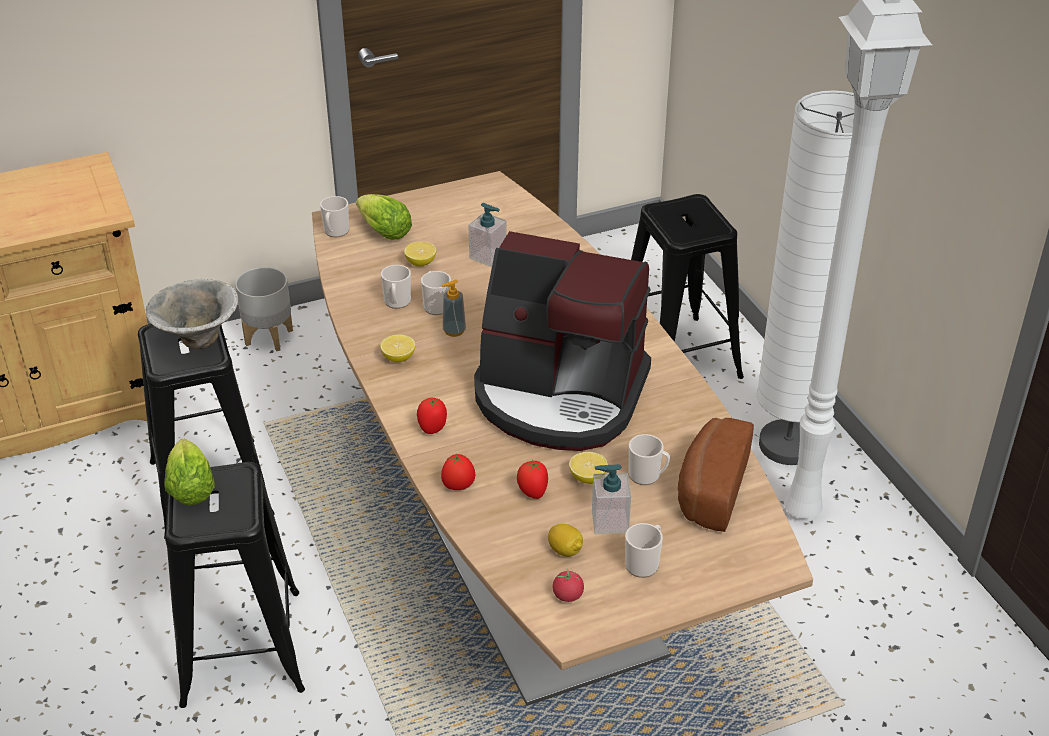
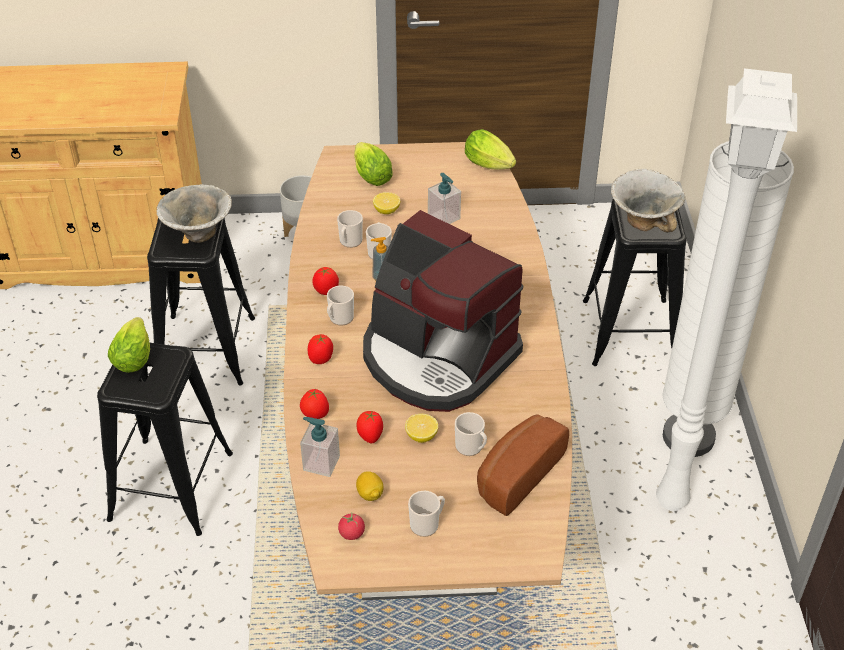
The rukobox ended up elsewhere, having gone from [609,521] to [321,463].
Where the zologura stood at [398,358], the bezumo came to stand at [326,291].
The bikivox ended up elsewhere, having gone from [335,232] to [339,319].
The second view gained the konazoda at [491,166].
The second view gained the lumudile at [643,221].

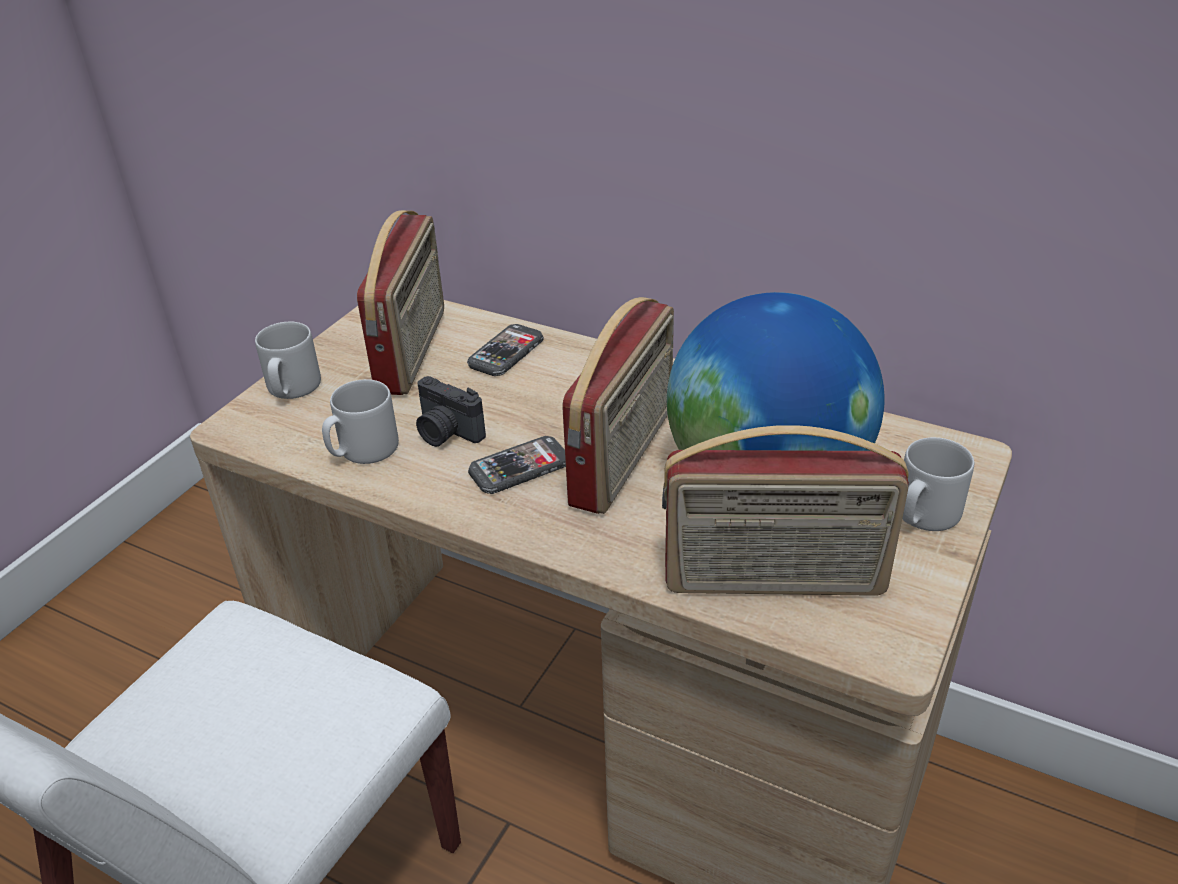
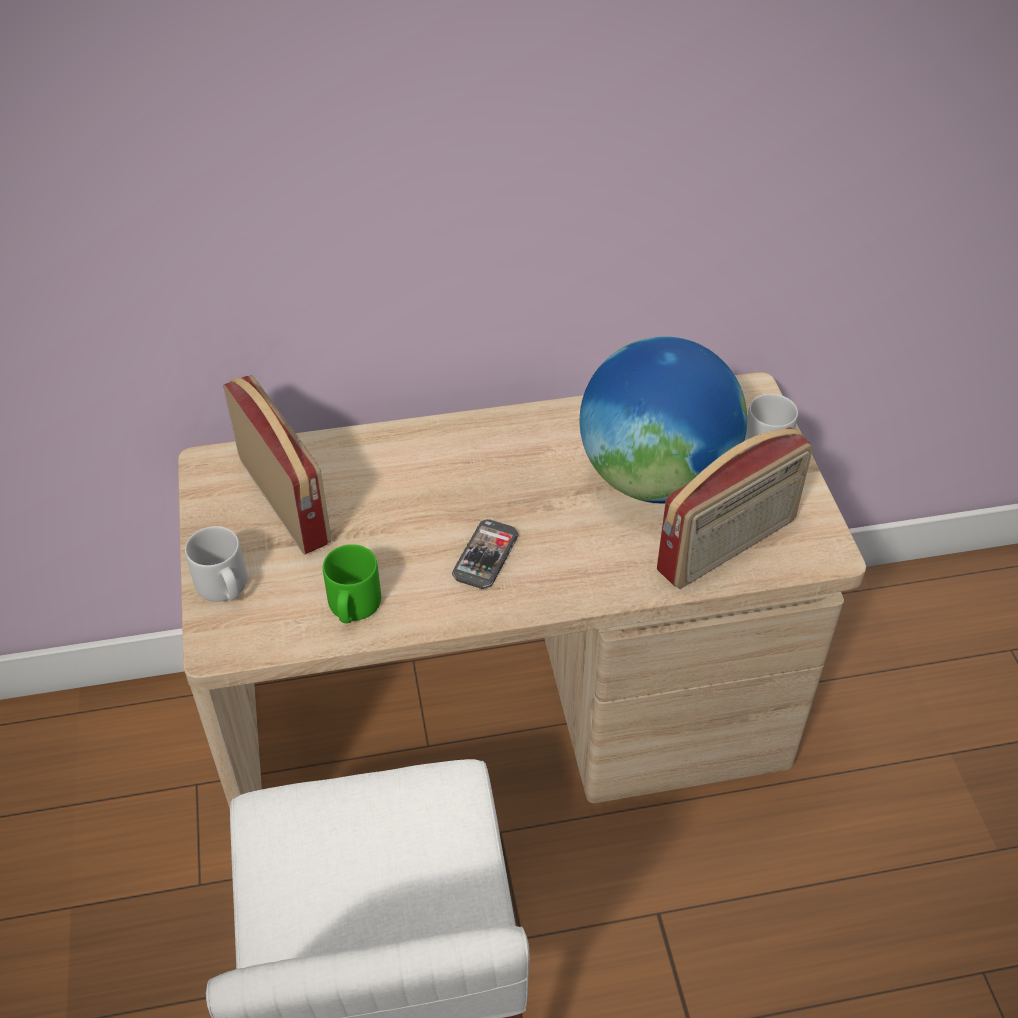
What was the bikivox (grey) at [363,450] turned into the bikivox (green) at [353,607].
The second view lost the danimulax at [446,433].
The second view lost the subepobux at [506,352].
The second view lost the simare at [625,457].

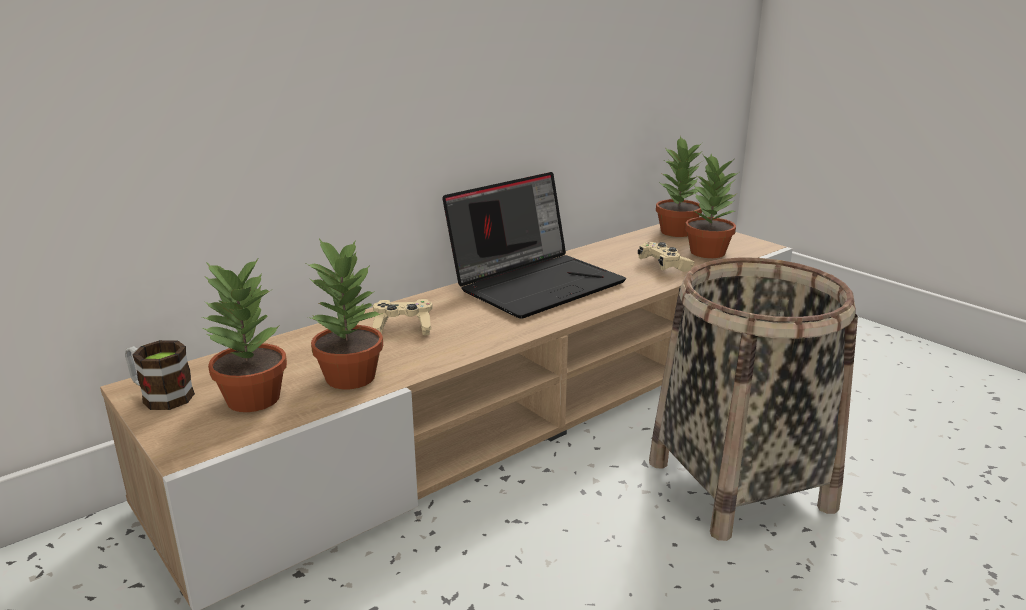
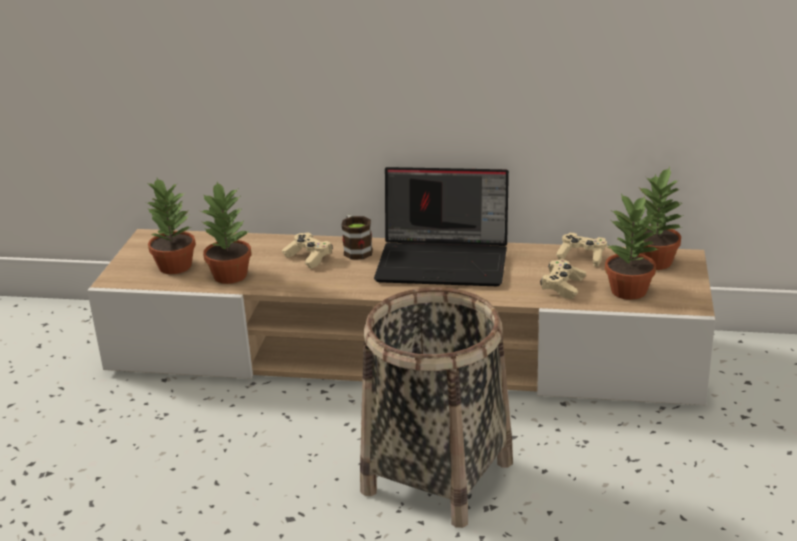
The bikivox ended up elsewhere, having gone from [160,396] to [356,249].
The second view gained the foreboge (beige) at [582,257].

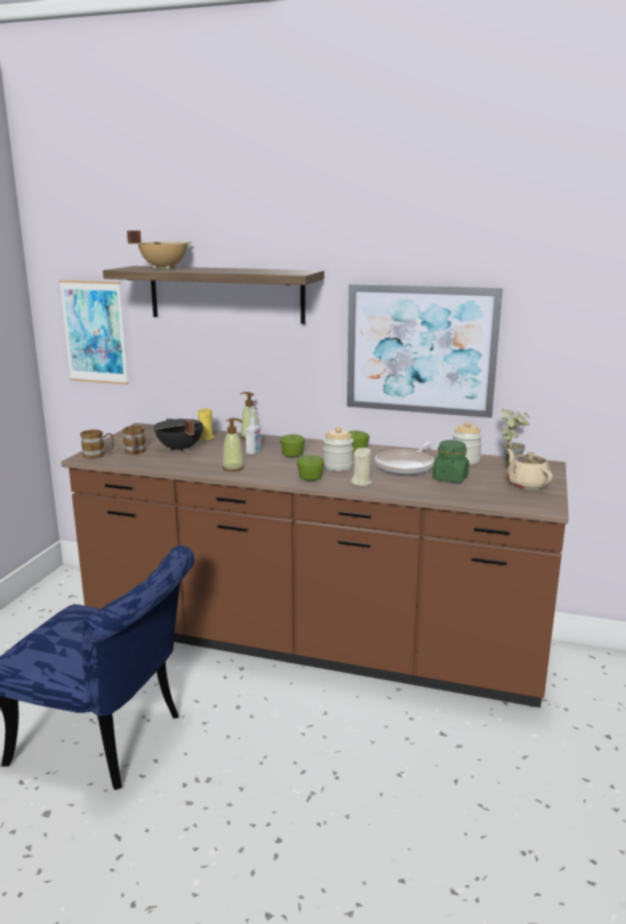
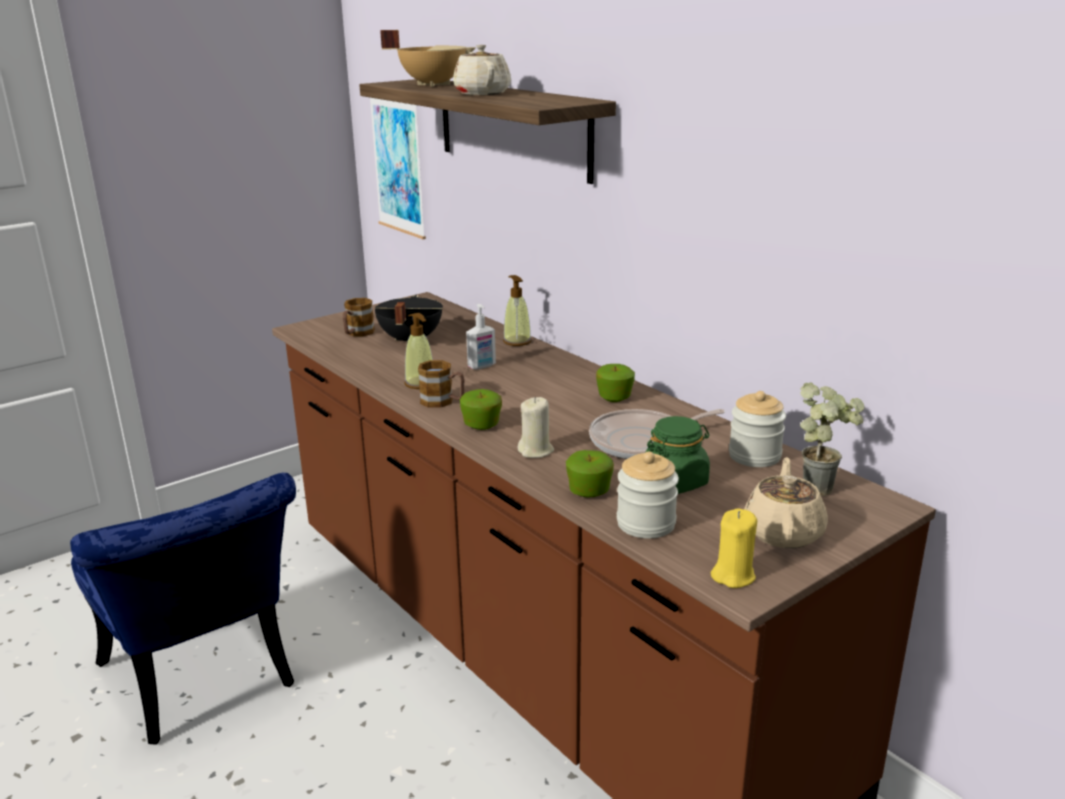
The bikivox ended up elsewhere, having gone from [98,455] to [443,402].
The second view gained the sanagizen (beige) at [482,93].
The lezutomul ended up elsewhere, having gone from [292,455] to [589,492].
The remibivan ended up elsewhere, having gone from [338,466] to [646,524].
The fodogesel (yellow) ended up elsewhere, having gone from [205,438] to [733,575].
The second view lost the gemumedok at [421,350].

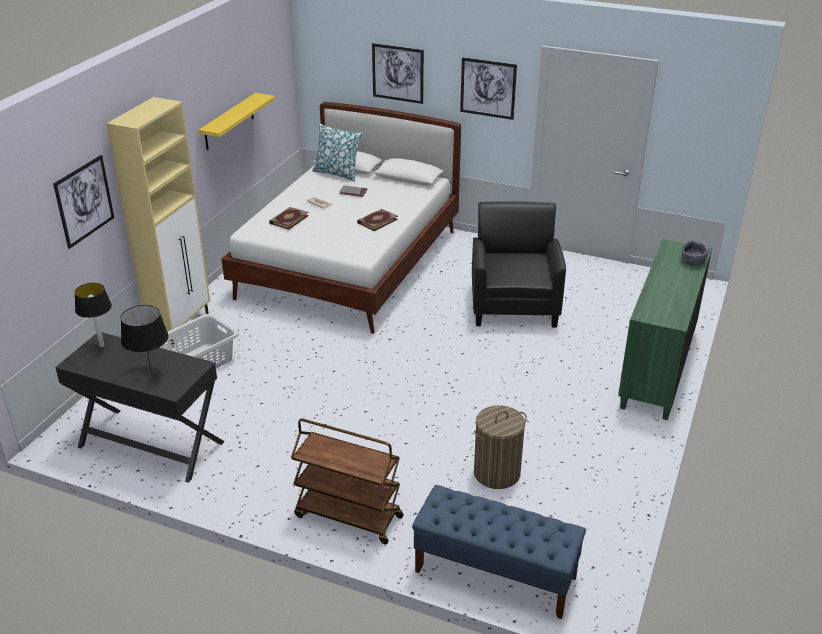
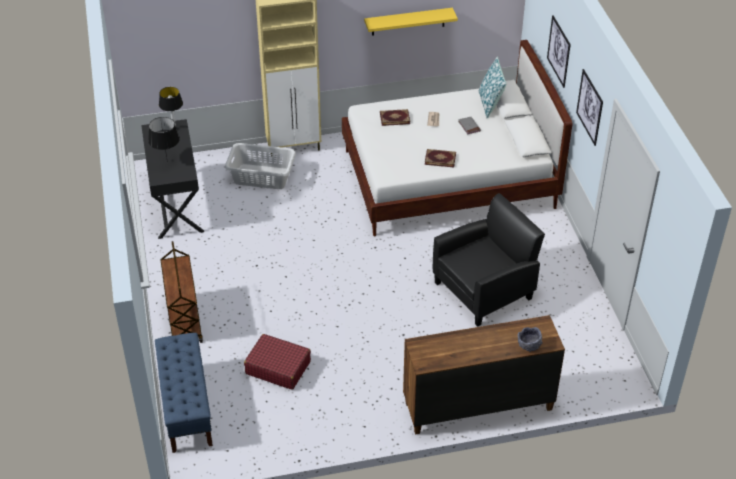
Where the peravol stood at [496,473], the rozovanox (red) came to stand at [278,367].
What was the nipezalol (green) at [657,369] turned into the nipezalol (brown) at [477,405].
The second view lost the gemumedok at [84,201].

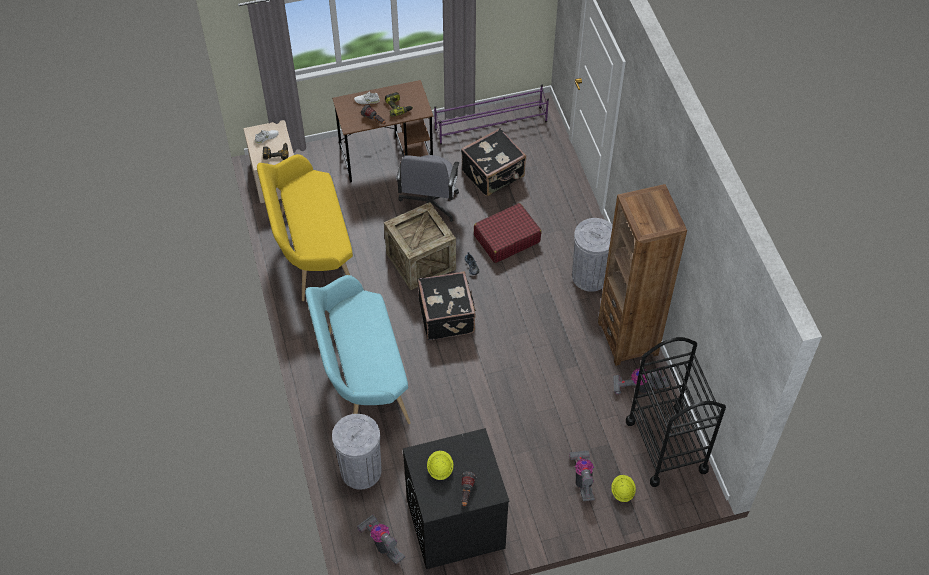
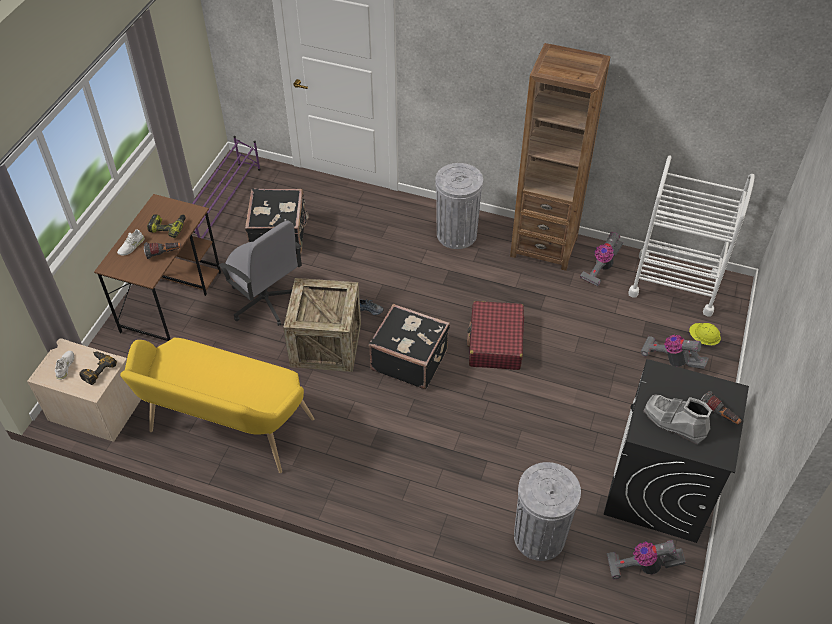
The rozovanox (red) ended up elsewhere, having gone from [506,239] to [495,343].
What was the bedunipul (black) at [666,445] turned into the bedunipul (white) at [674,284].
Where the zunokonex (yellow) stood at [440,469], the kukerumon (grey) came to stand at [674,422].
The second view lost the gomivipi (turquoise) at [361,377].

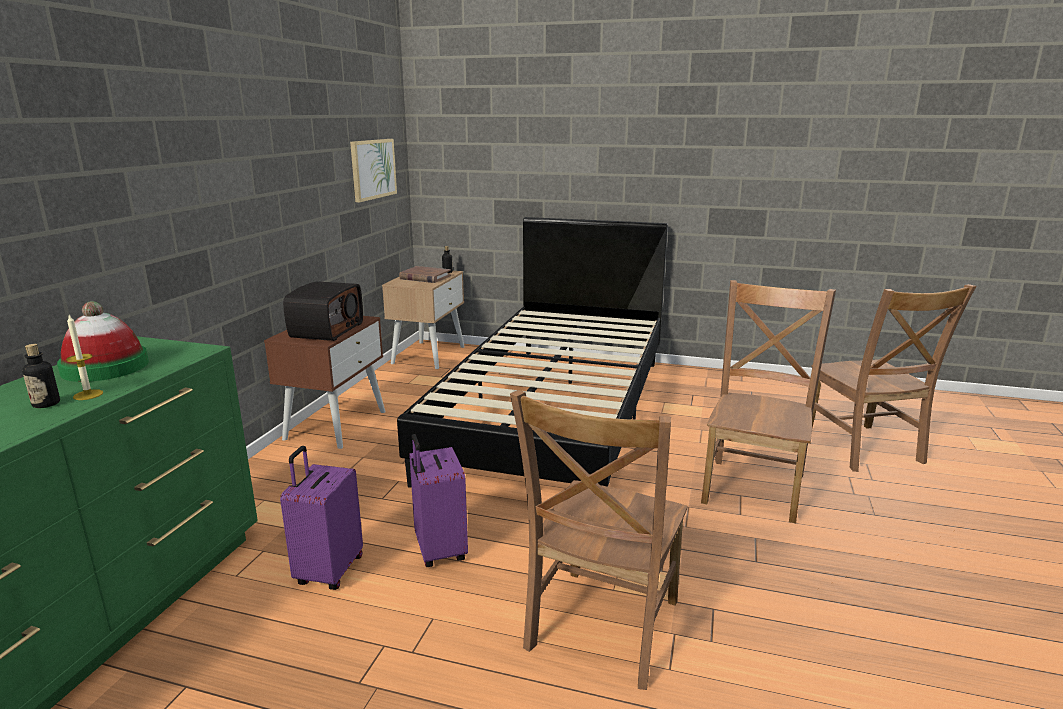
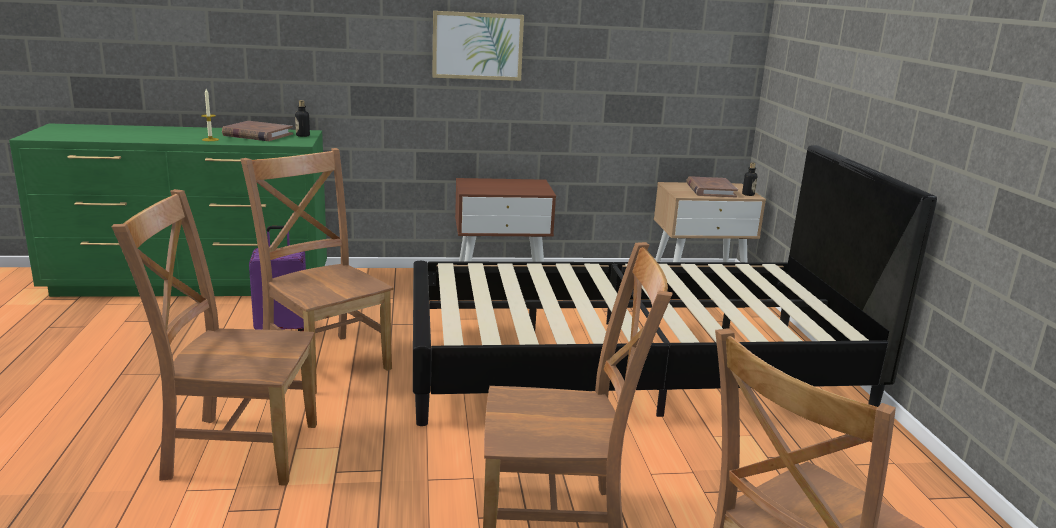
Where the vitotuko stood at [105,367], the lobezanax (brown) came to stand at [257,135].
Where the rozovanox (purple) stood at [438,550], the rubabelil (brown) came to stand at [325,361].
The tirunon ended up elsewhere, having gone from [46,404] to [303,135].
The gemumedok ended up elsewhere, having gone from [373,169] to [477,46].
The second view lost the simare at [326,330].

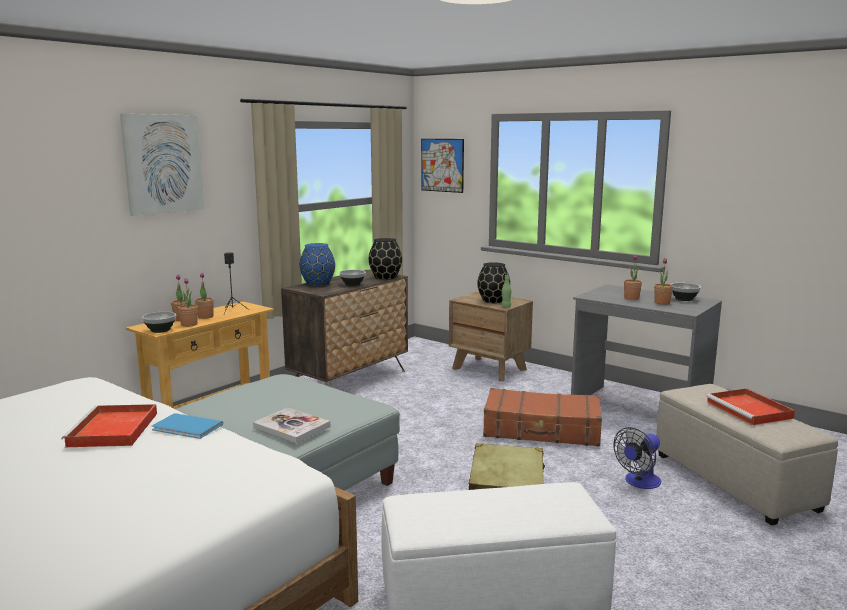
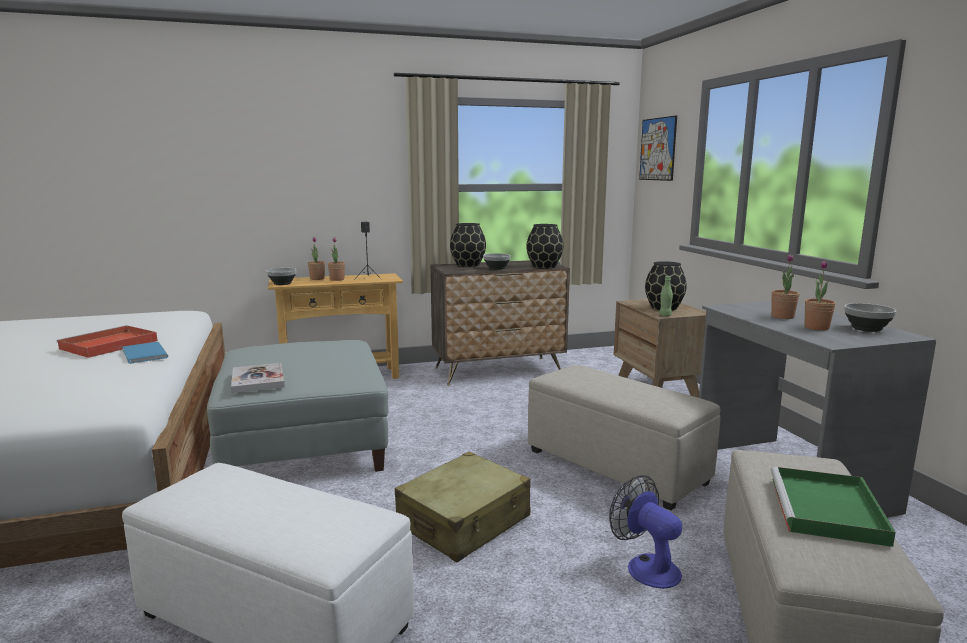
What was the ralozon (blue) at [317,284] turned into the ralozon (black) at [467,265].
Where the rozovanox (brown) stood at [542,430], the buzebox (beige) came to stand at [616,467].
The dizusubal at [639,482] ended up facing another way, 60 degrees clockwise from before.
What was the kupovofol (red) at [750,410] turned into the kupovofol (green) at [828,511].
The second view lost the gemumedok at [163,164].
The second view lost the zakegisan at [189,324].

